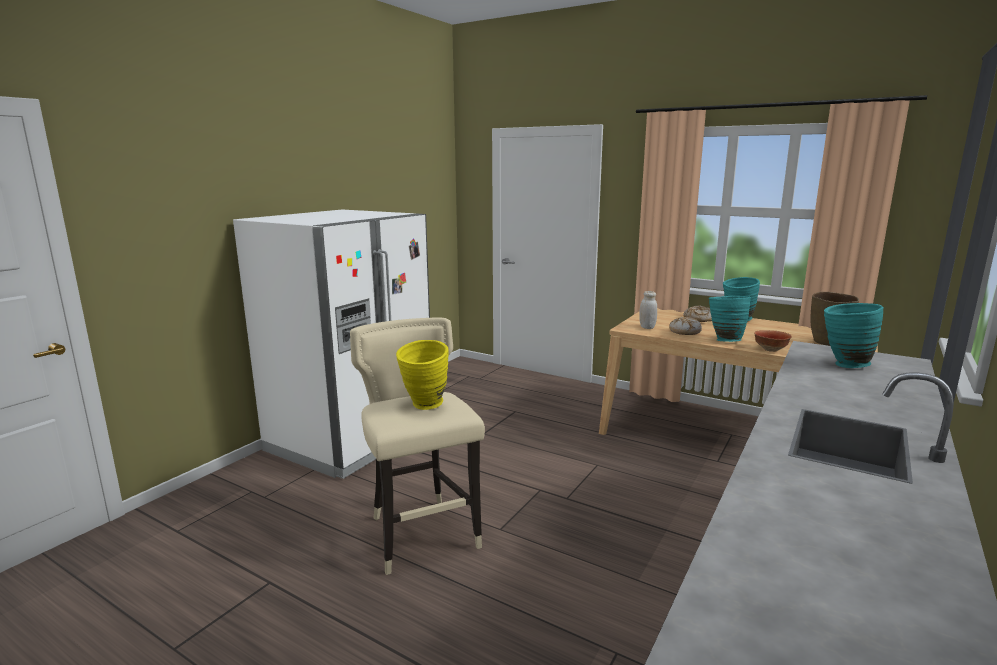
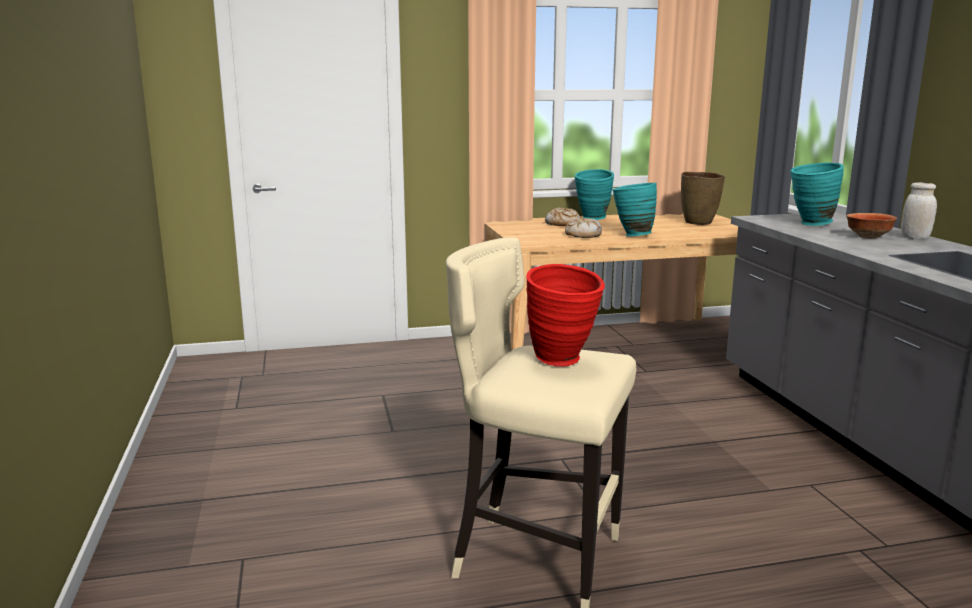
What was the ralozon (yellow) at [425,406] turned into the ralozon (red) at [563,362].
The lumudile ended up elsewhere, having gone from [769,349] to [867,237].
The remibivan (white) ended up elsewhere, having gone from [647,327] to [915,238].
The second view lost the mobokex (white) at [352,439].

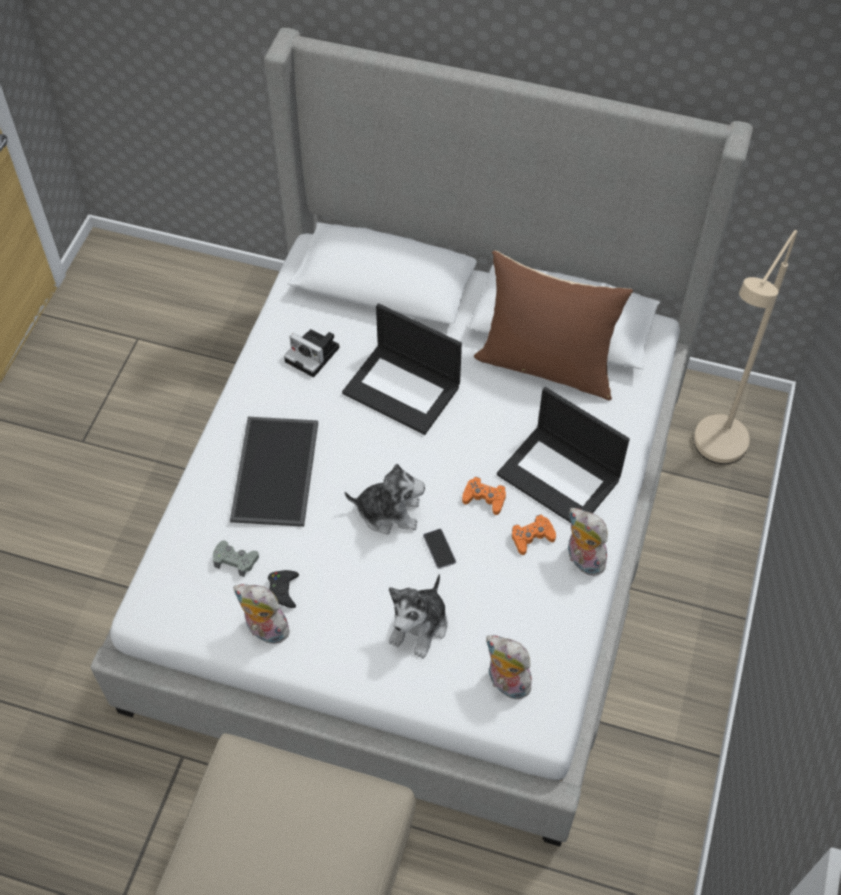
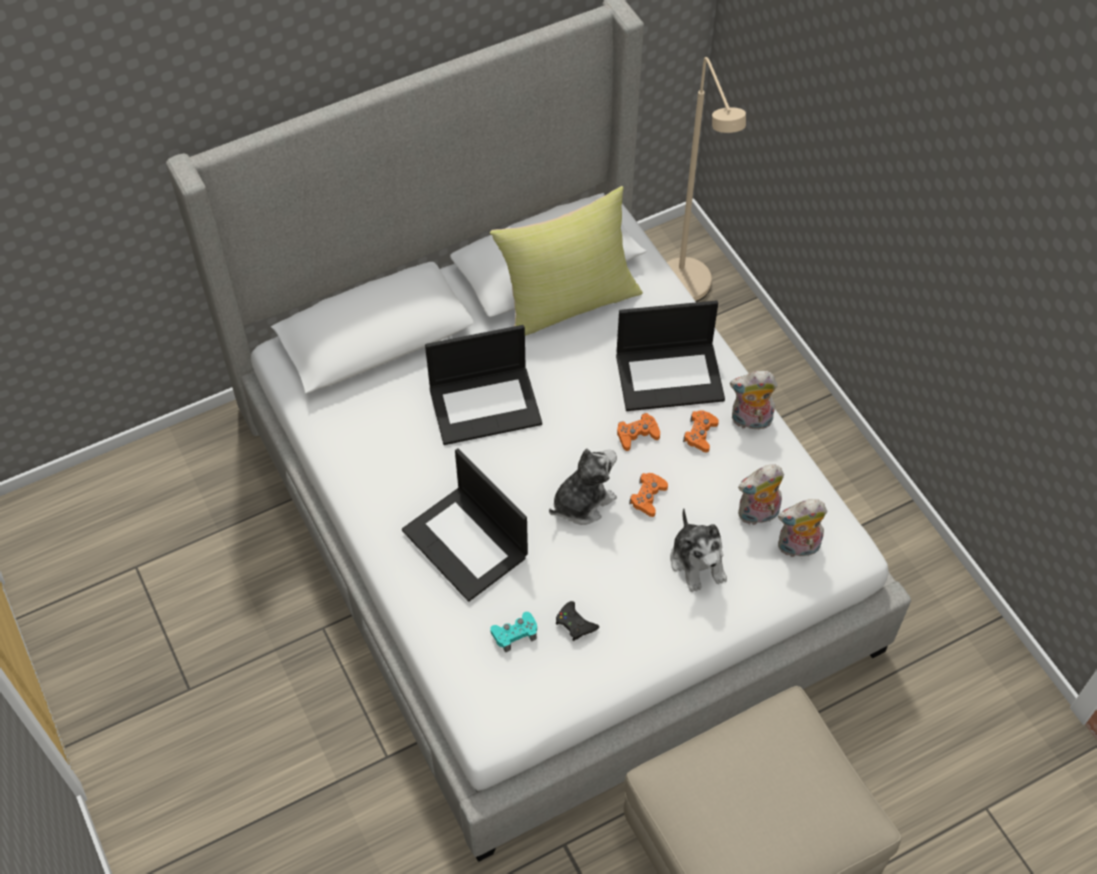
Where the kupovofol stood at [277,472], the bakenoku came to stand at [467,543].
What was the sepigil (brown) at [547,364] turned into the sepigil (yellow) at [568,302].
What was the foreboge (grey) at [235,560] turned into the foreboge (turquoise) at [515,633].
Where the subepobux stood at [439,549], the foreboge (orange) came to stand at [648,497].
The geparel ended up elsewhere, having gone from [264,630] to [758,515].
The second view lost the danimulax at [314,355].

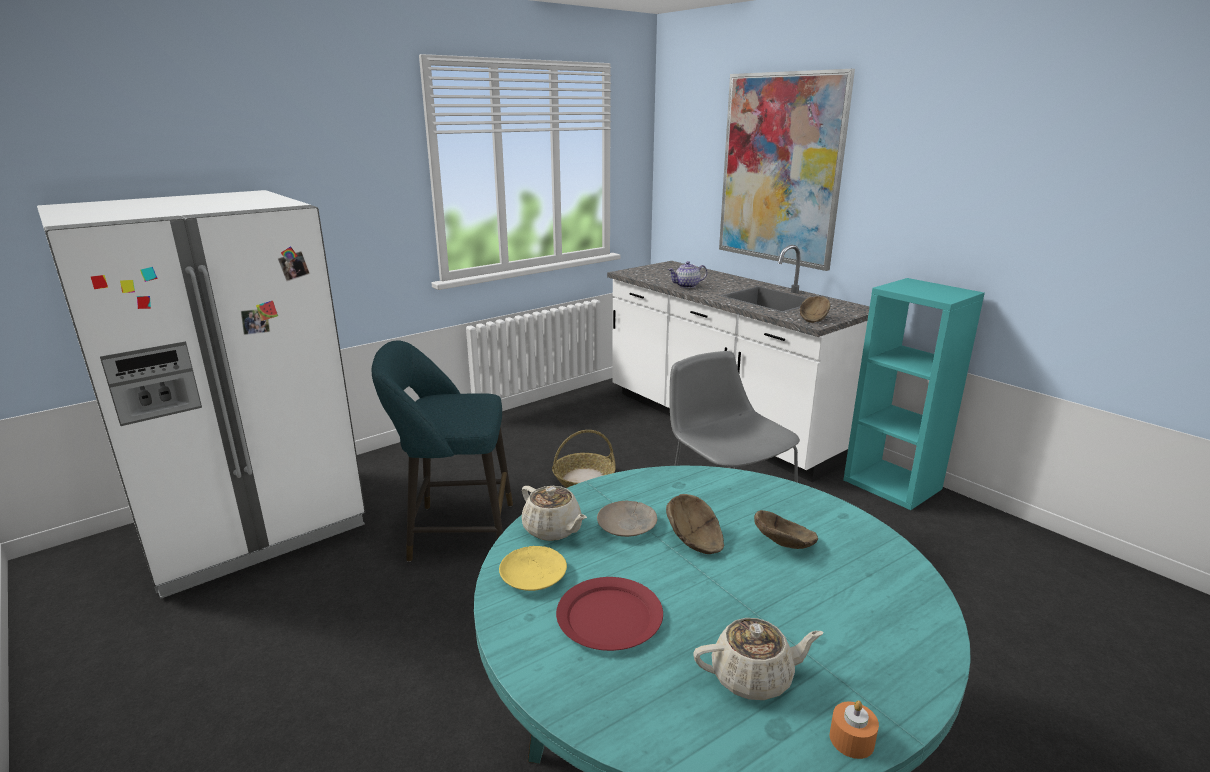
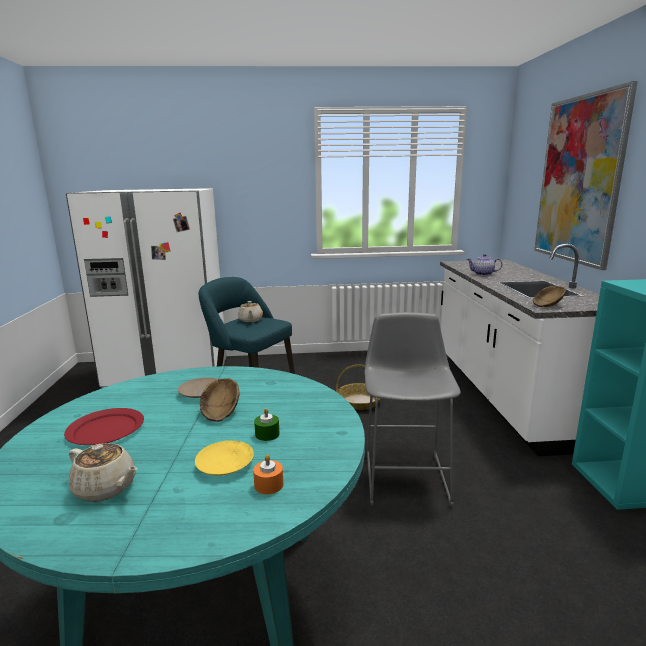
The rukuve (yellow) ended up elsewhere, having gone from [533,575] to [226,464].
The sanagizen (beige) ended up elsewhere, having gone from [553,529] to [250,320].
The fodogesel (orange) ended up elsewhere, having gone from [851,739] to [268,485].
Where the lumudile (brown) stood at [786,545], the fodogesel (green) came to stand at [267,434].

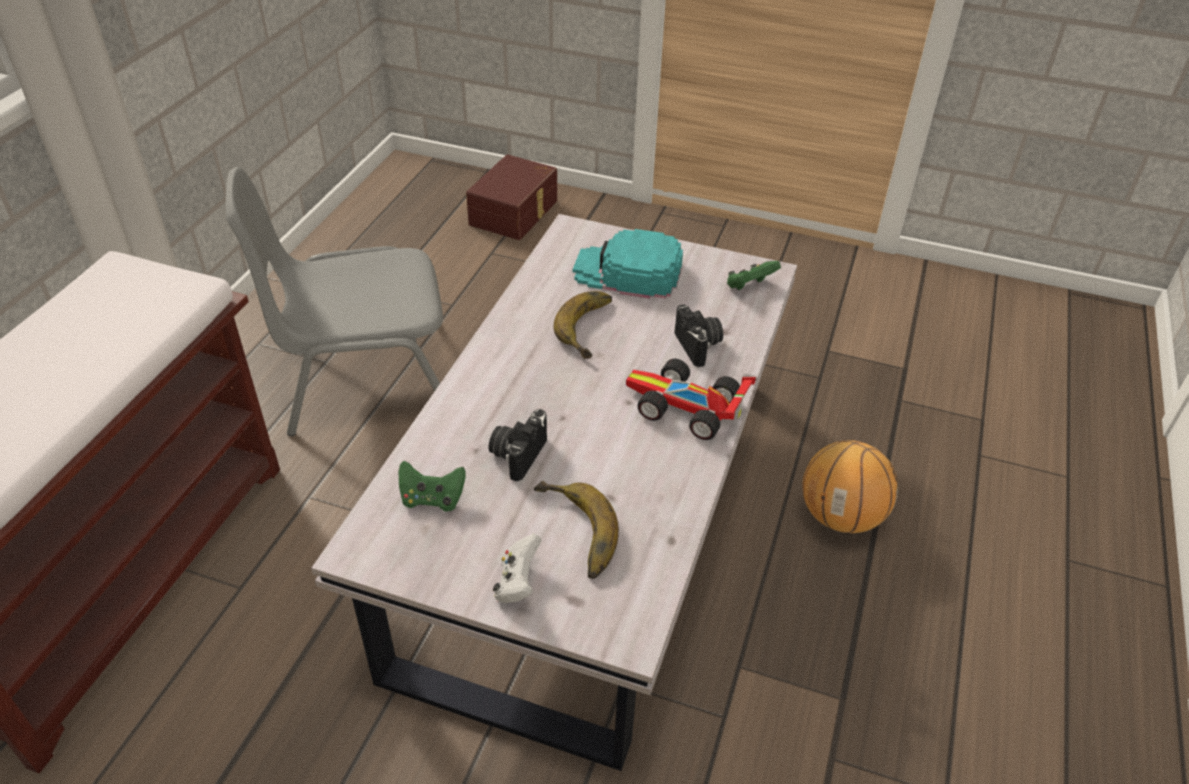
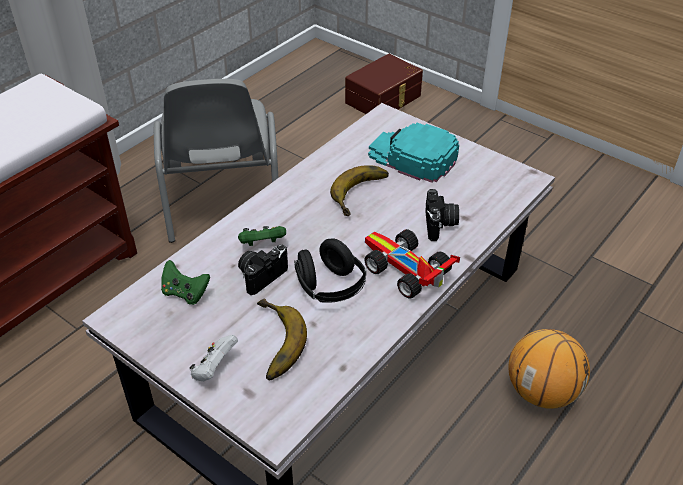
The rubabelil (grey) at [365,377] ended up facing another way, 105 degrees counterclockwise from before.
The foreboge (green) ended up elsewhere, having gone from [749,286] to [262,244].
The second view gained the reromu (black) at [330,287].

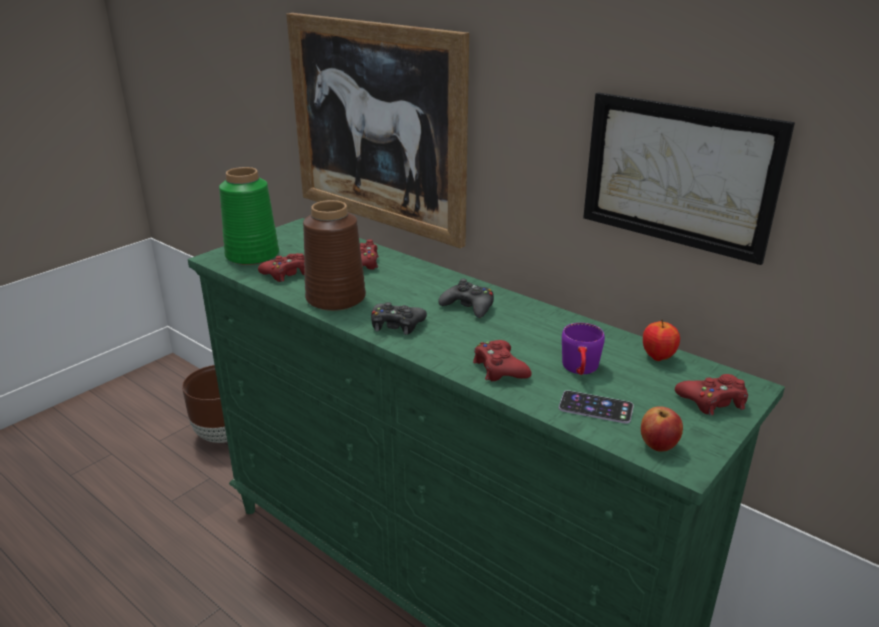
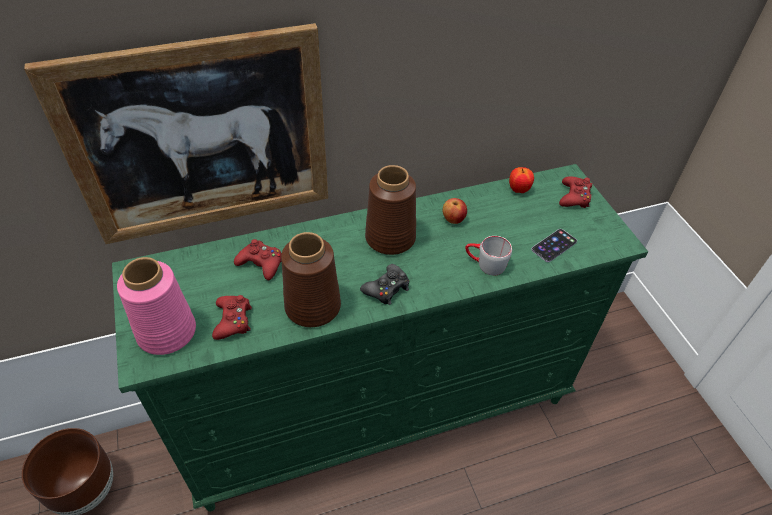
What was the ralozon (green) at [252,255] turned into the ralozon (pink) at [165,332].
Where the foreboge (black) stood at [468,307], the ralozon (brown) came to stand at [391,237].
The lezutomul ended up elsewhere, having gone from [658,445] to [453,219].
Where the foreboge (red) stood at [499,368], the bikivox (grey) came to stand at [485,264].
The second view lost the bikivox (purple) at [580,370].
The second view lost the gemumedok at [678,175].

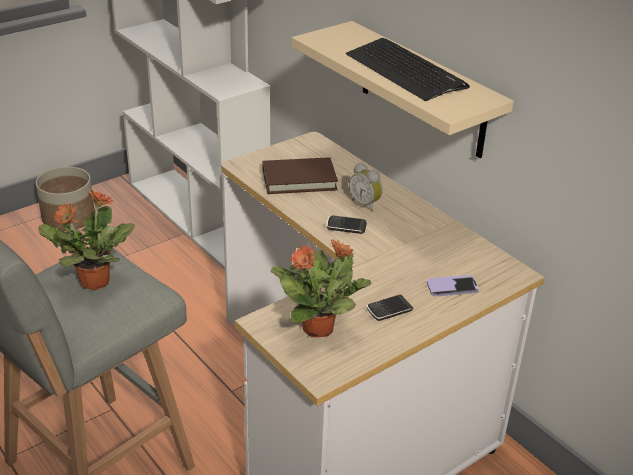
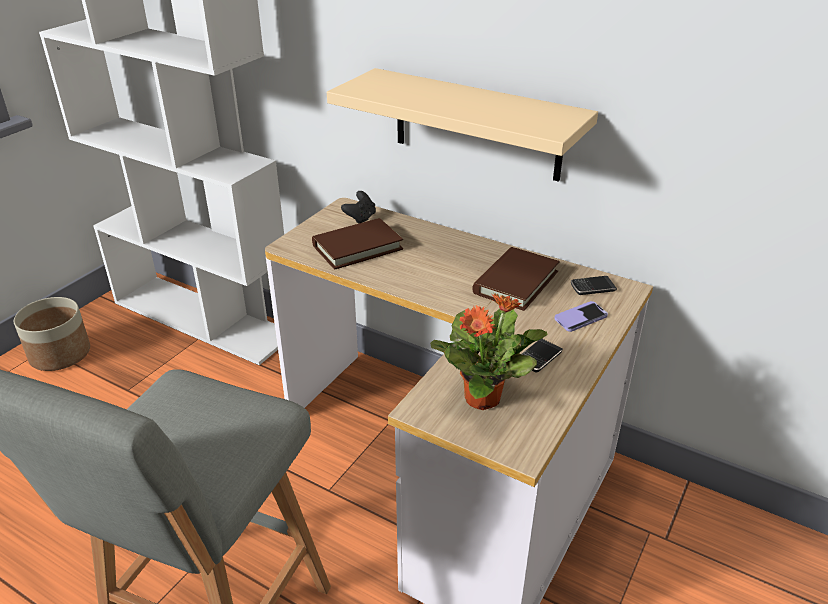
The second view gained the foreboge (black) at [360,218].
The second view gained the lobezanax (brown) at [515,282].
The subepobux ended up elsewhere, having gone from [346,227] to [593,288].
The second view lost the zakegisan at [93,282].
The second view lost the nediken at [405,71].
The second view lost the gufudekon at [366,204].

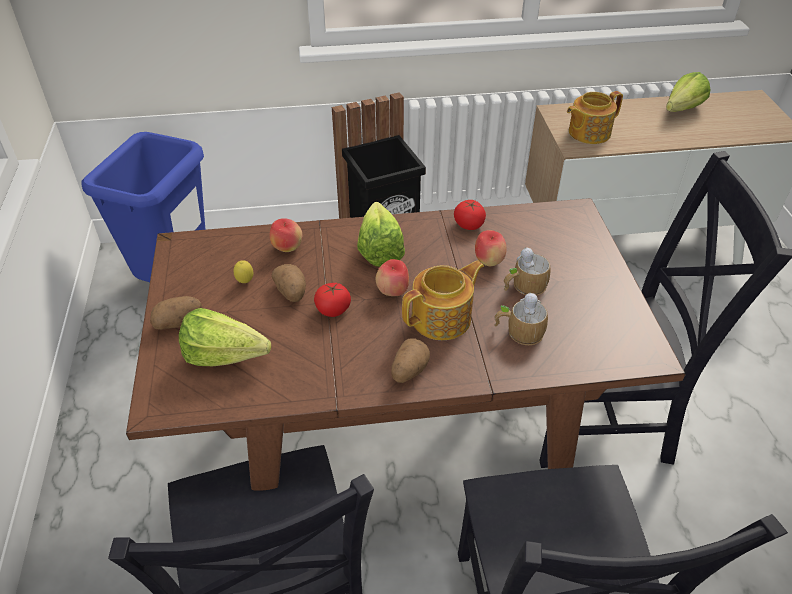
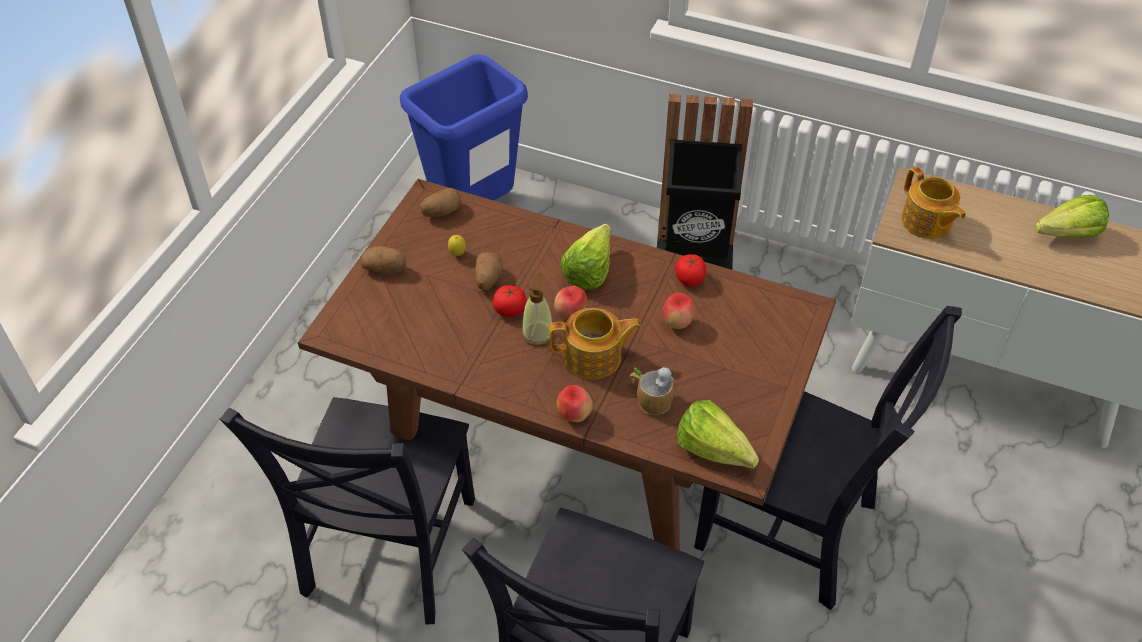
The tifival ended up elsewhere, having gone from [408,370] to [442,212].
The second view gained the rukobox at [537,334].
The lezutomul ended up elsewhere, having gone from [287,248] to [574,415].
The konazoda ended up elsewhere, having gone from [230,359] to [717,455].
The sanagizen at [588,133] ended up facing another way, 120 degrees counterclockwise from before.
The second view lost the bikivox at [523,286].

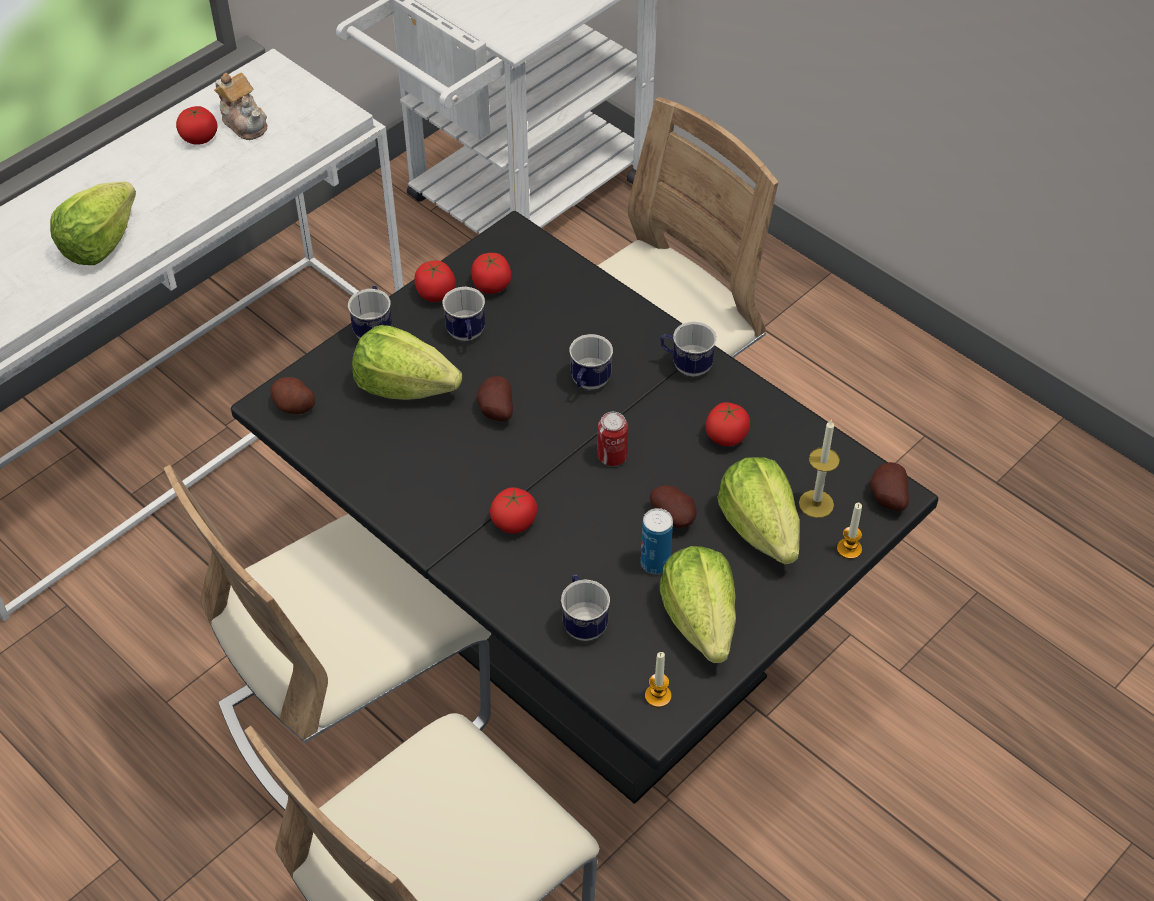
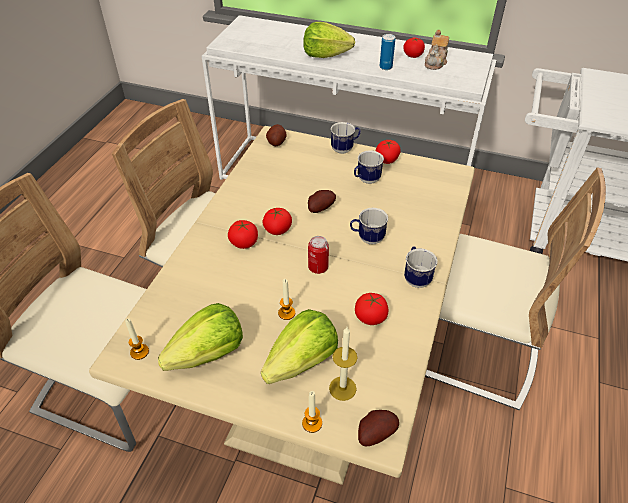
What was the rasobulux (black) at [576,642] turned into the rasobulux (beige) at [313,375].
The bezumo ended up elsewhere, having gone from [491,285] to [277,230].
Where the tifival stood at [674,517], the fodogesel came to stand at [286,313].
The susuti ended up elsewhere, having gone from [655,563] to [385,67].
The second view lost the konazoda at [404,386].
The second view lost the bikivox at [583,621].

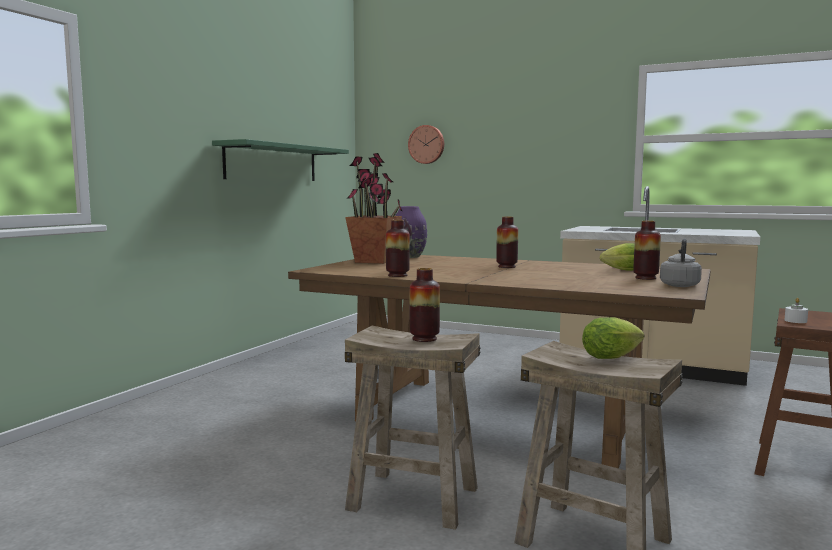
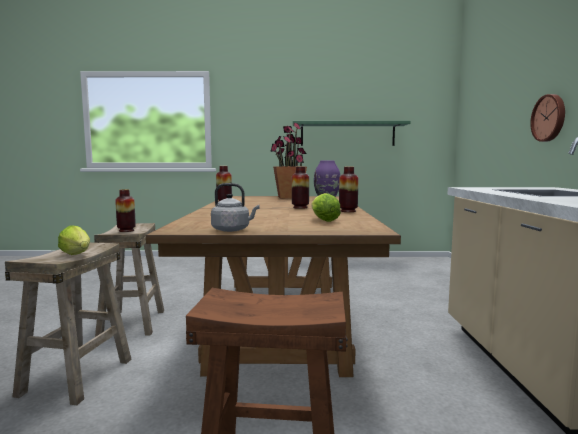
The ralozon ended up elsewhere, having gone from [645,278] to [348,211].
The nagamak ended up elsewhere, having gone from [427,144] to [549,118].
The second view lost the fodogesel (white) at [795,321].

